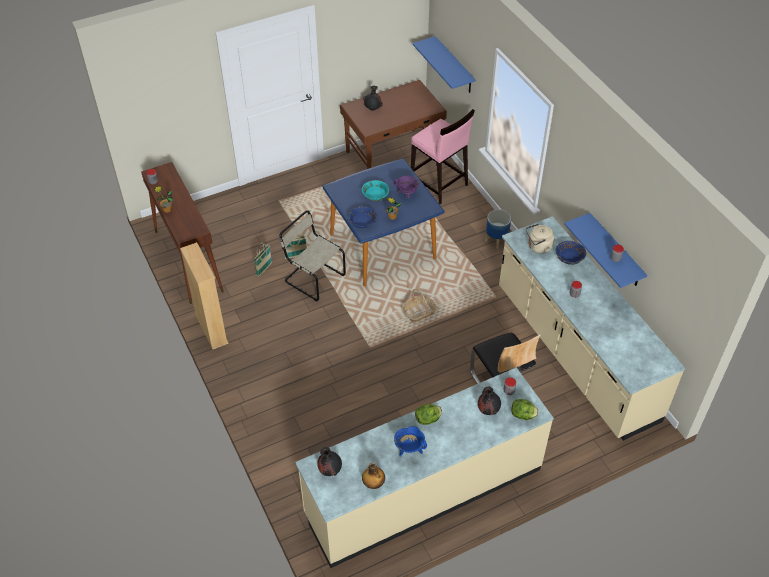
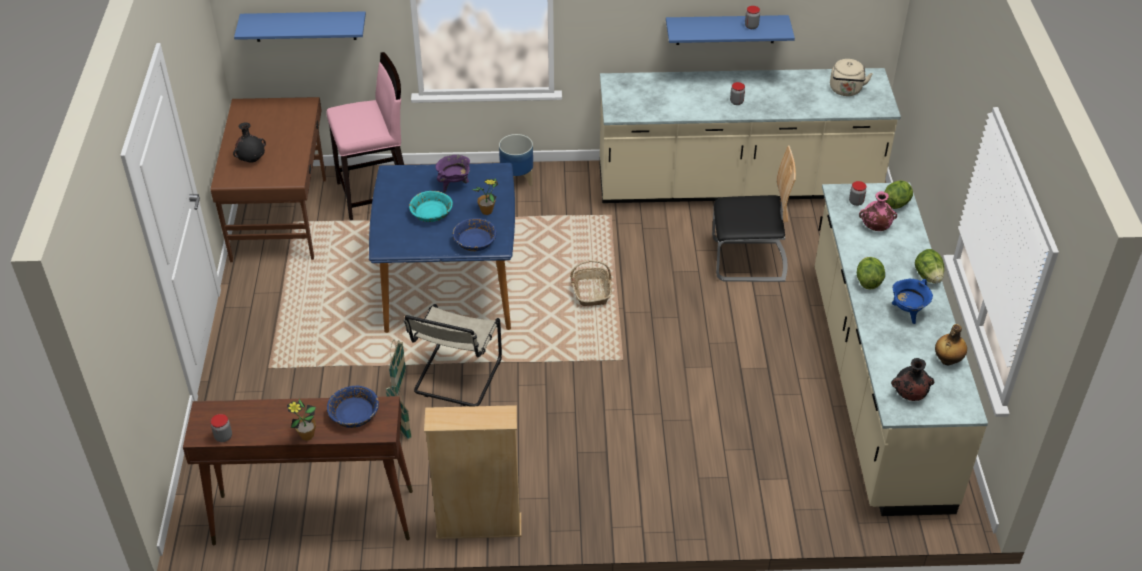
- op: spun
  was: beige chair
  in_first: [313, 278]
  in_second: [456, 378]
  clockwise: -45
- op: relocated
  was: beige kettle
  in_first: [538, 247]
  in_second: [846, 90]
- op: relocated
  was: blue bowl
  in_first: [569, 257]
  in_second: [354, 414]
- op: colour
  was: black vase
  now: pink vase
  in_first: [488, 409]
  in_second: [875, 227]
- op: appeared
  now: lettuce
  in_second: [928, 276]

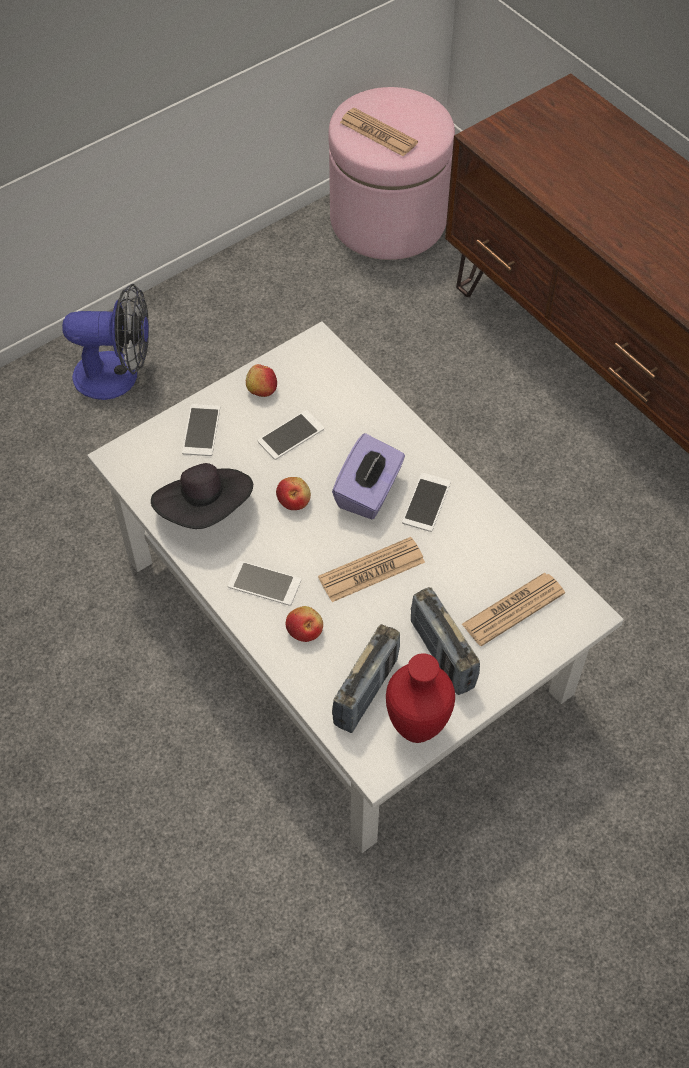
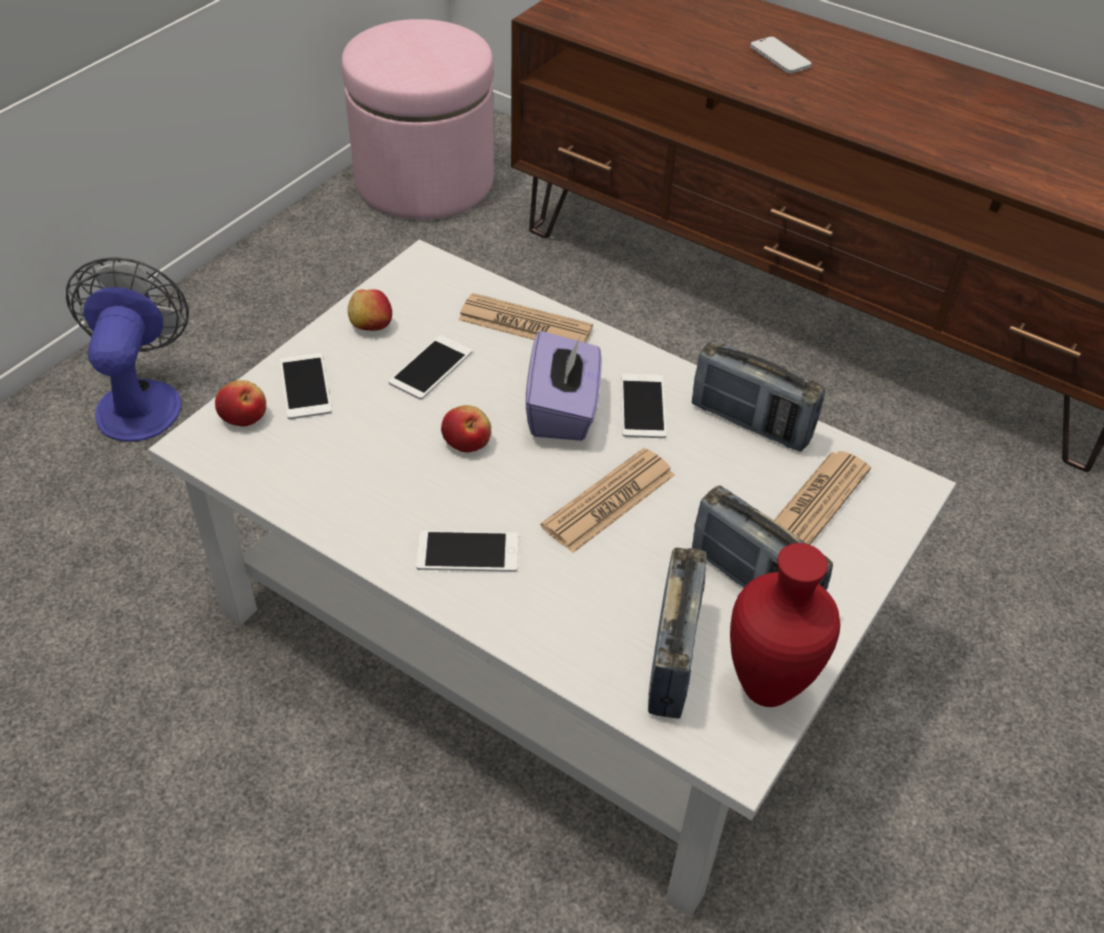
- op: relocated
  was: newspaper
  in_first: [378, 133]
  in_second: [525, 324]
- op: spun
  was: fan
  in_first: [118, 375]
  in_second: [141, 399]
  clockwise: -75
- op: missing
  was: black hat
  in_first: [206, 510]
- op: relocated
  was: apple
  in_first: [305, 630]
  in_second: [244, 416]
- op: appeared
  now: phone
  in_second: [780, 57]
- op: appeared
  now: radio
  in_second: [750, 422]

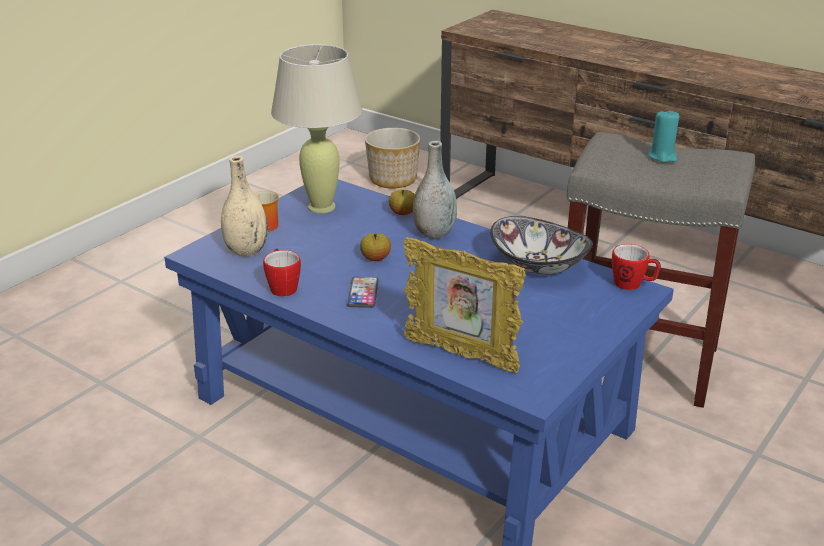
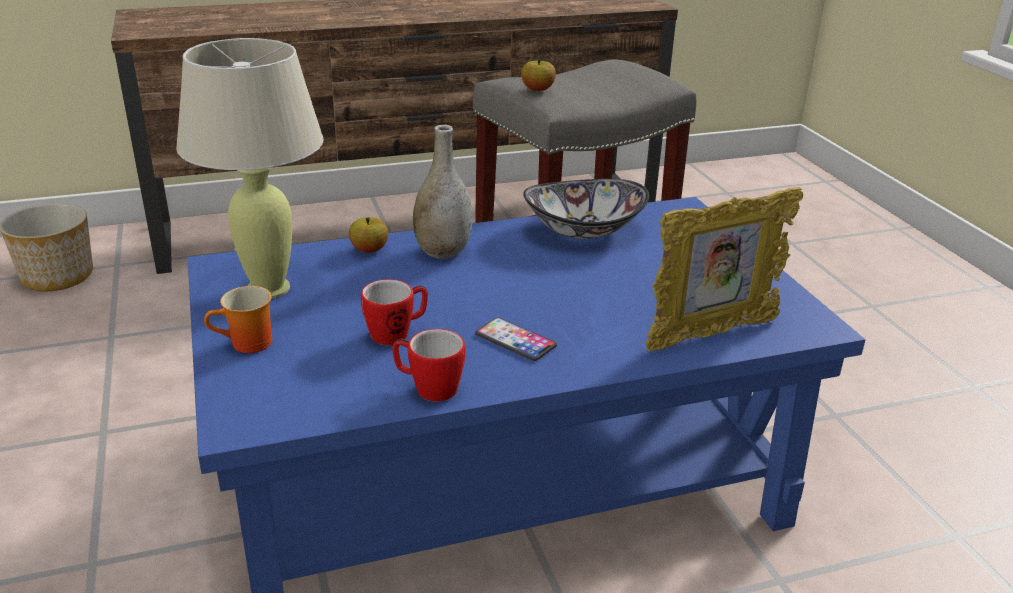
- op: missing
  was: turquoise candle
  in_first: [662, 156]
- op: missing
  was: beige vase
  in_first: [246, 251]
- op: relocated
  was: apple
  in_first: [375, 258]
  in_second: [537, 90]
- op: relocated
  was: mug
  in_first: [633, 285]
  in_second: [397, 333]

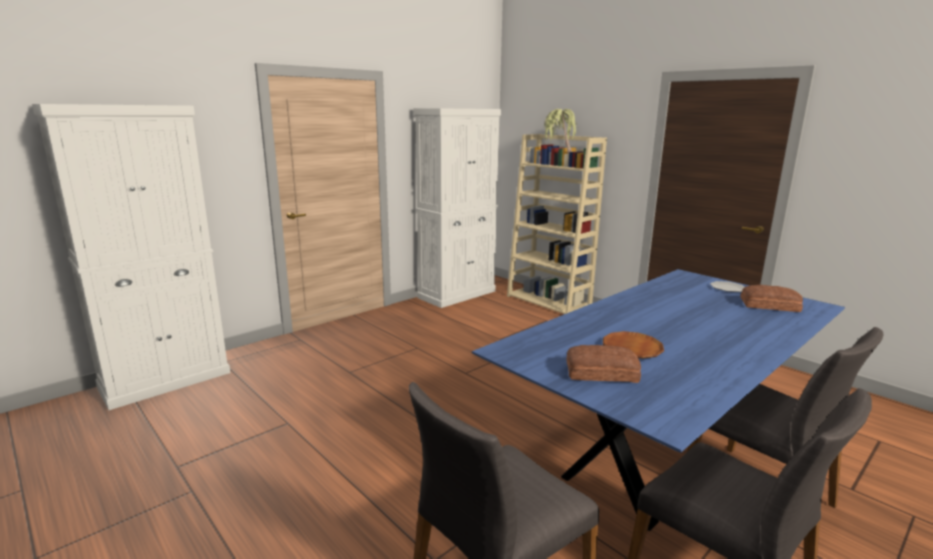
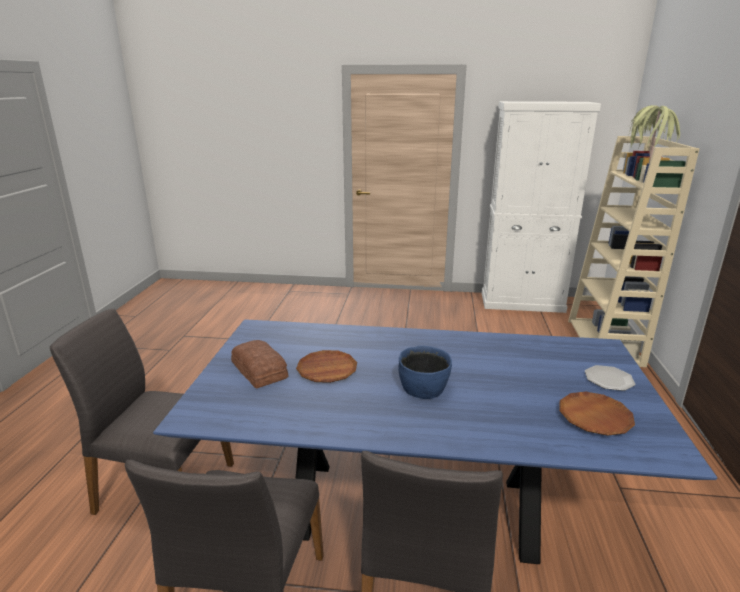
- op: missing
  was: white cabinet
  in_first: [166, 380]
- op: exchanged
  was: bread
  now: brown plate
  in_first: [770, 306]
  in_second: [594, 417]
- op: appeared
  now: blue bowl
  in_second: [424, 388]

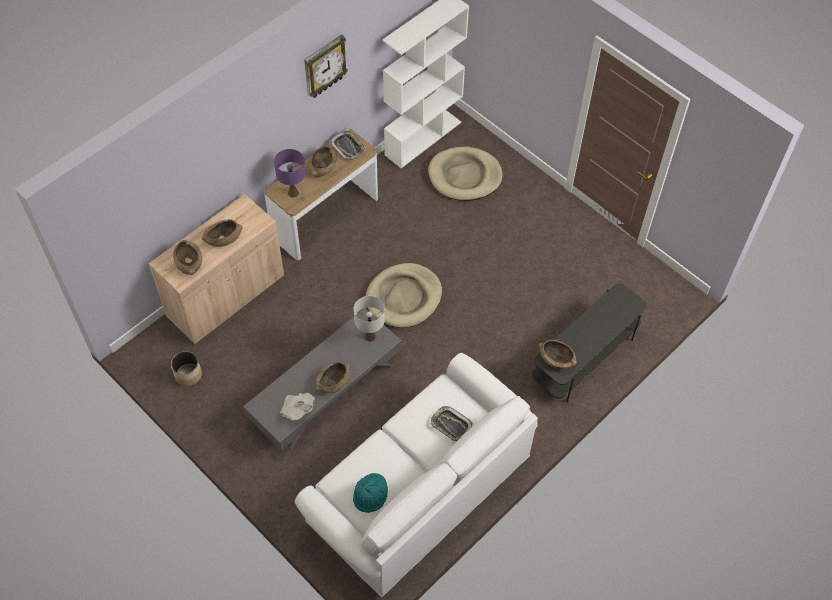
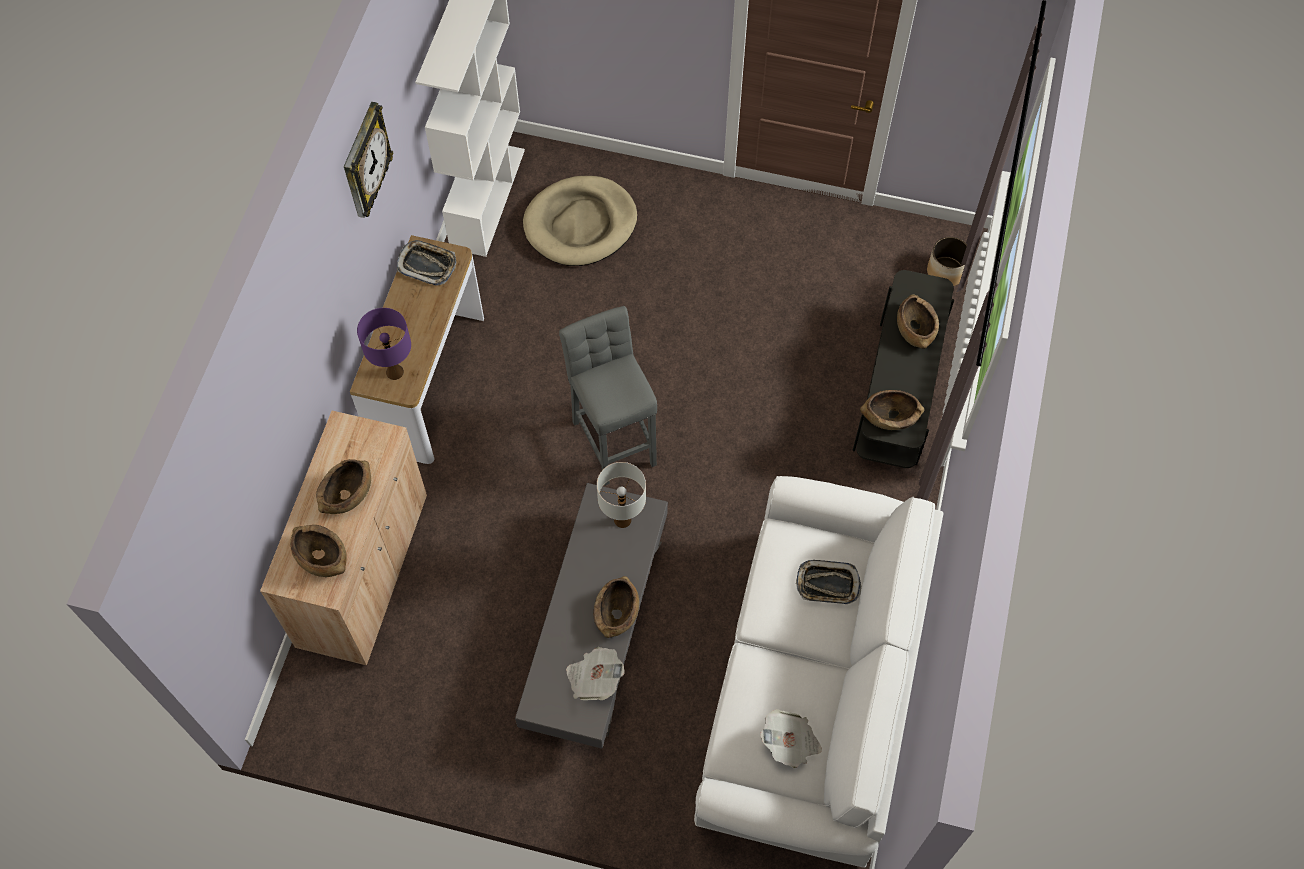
- op: relocated
  was: brown bowl
  in_first: [322, 167]
  in_second: [915, 328]
- op: exchanged
  was: beige dog bed
  now: grey stool
  in_first: [404, 297]
  in_second: [613, 438]
- op: relocated
  was: planter
  in_first: [188, 374]
  in_second: [945, 271]
- op: exchanged
  was: turquoise hat
  now: newspaper
  in_first: [370, 495]
  in_second: [790, 743]

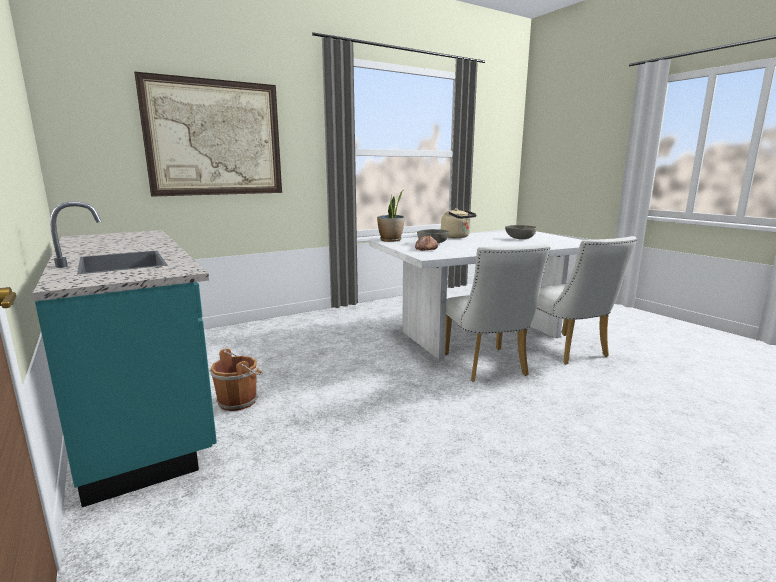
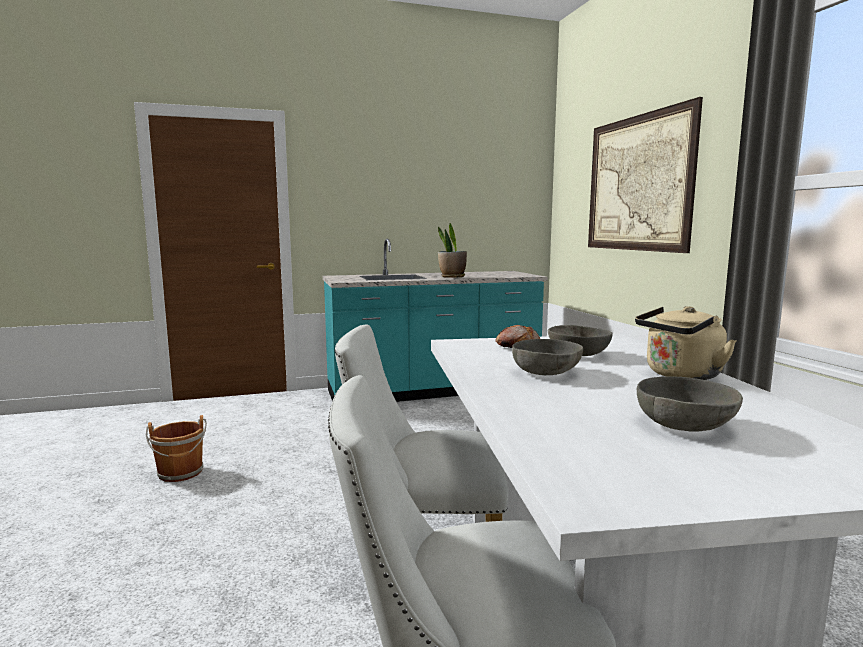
- op: relocated
  was: potted plant
  in_first: [391, 240]
  in_second: [452, 277]
- op: relocated
  was: brown bucket
  in_first: [239, 401]
  in_second: [181, 473]
- op: appeared
  now: grey bowl
  in_second: [547, 372]

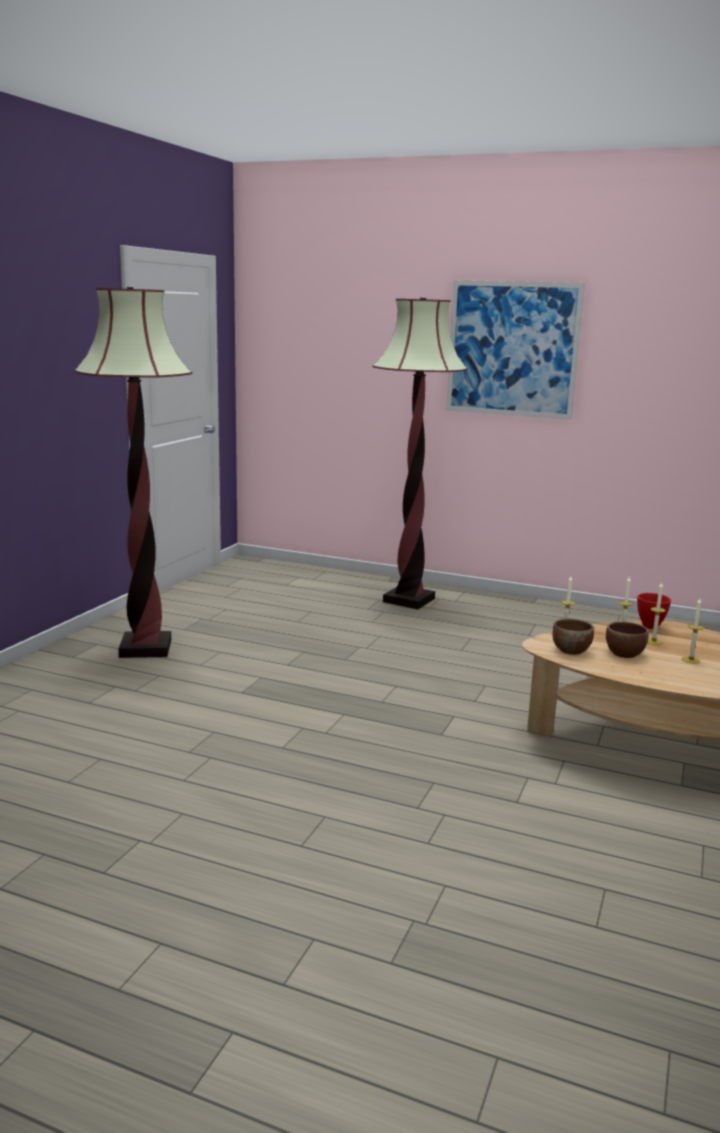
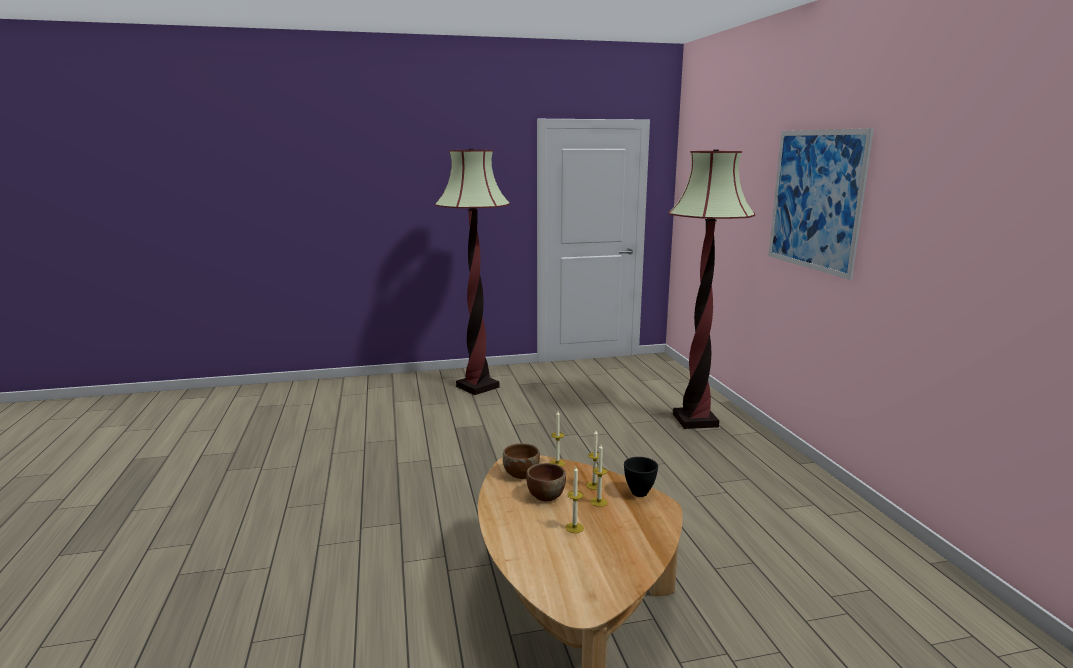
- op: colour
  was: red bowl
  now: black bowl
  in_first: [651, 626]
  in_second: [639, 493]

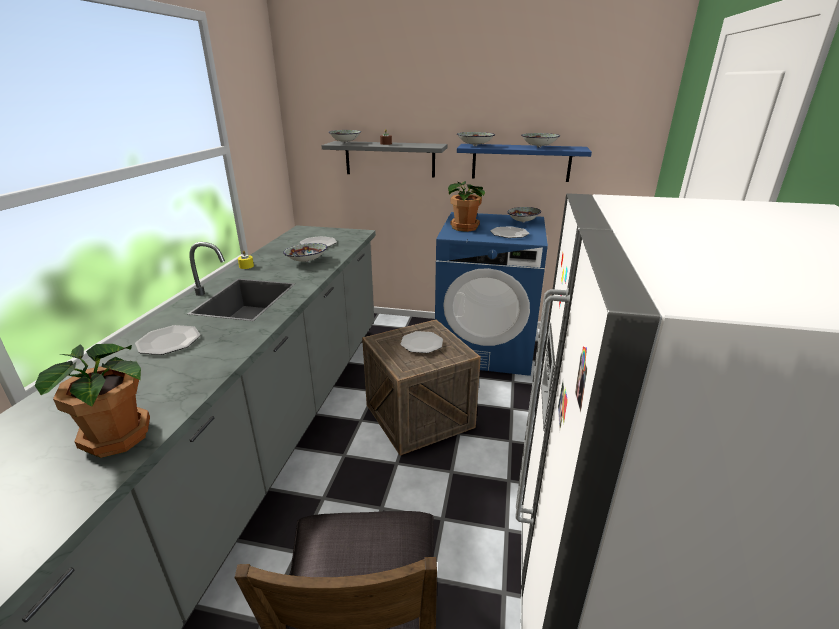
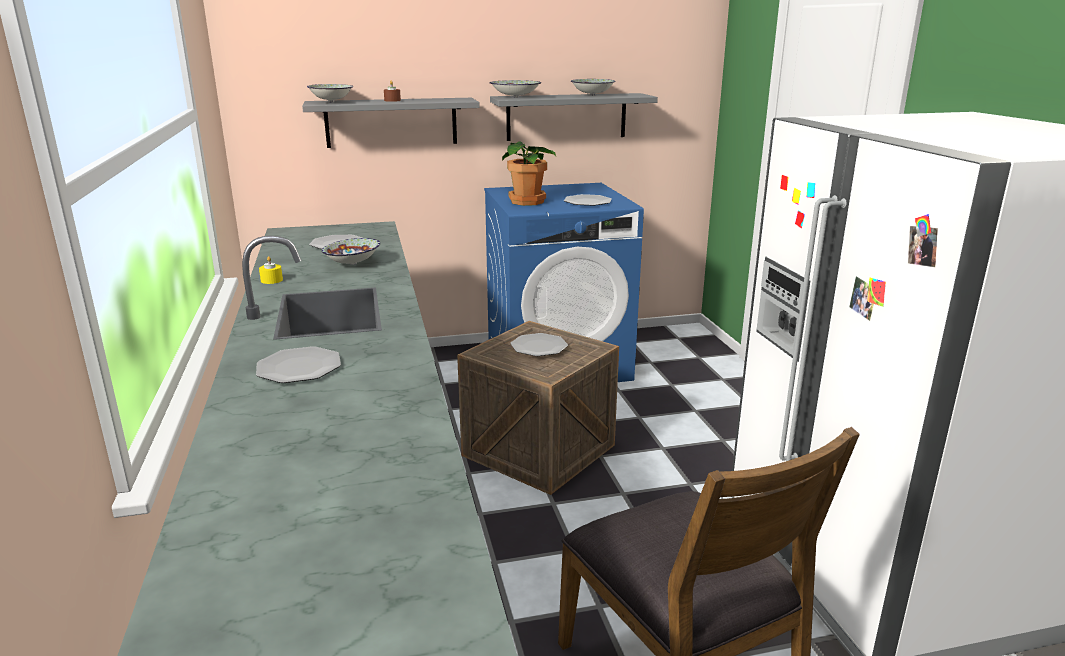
- op: colour
  was: blue shelf
  now: grey shelf
  in_first: [521, 162]
  in_second: [566, 116]
- op: missing
  was: bowl
  in_first: [523, 222]
- op: missing
  was: potted plant
  in_first: [120, 436]

